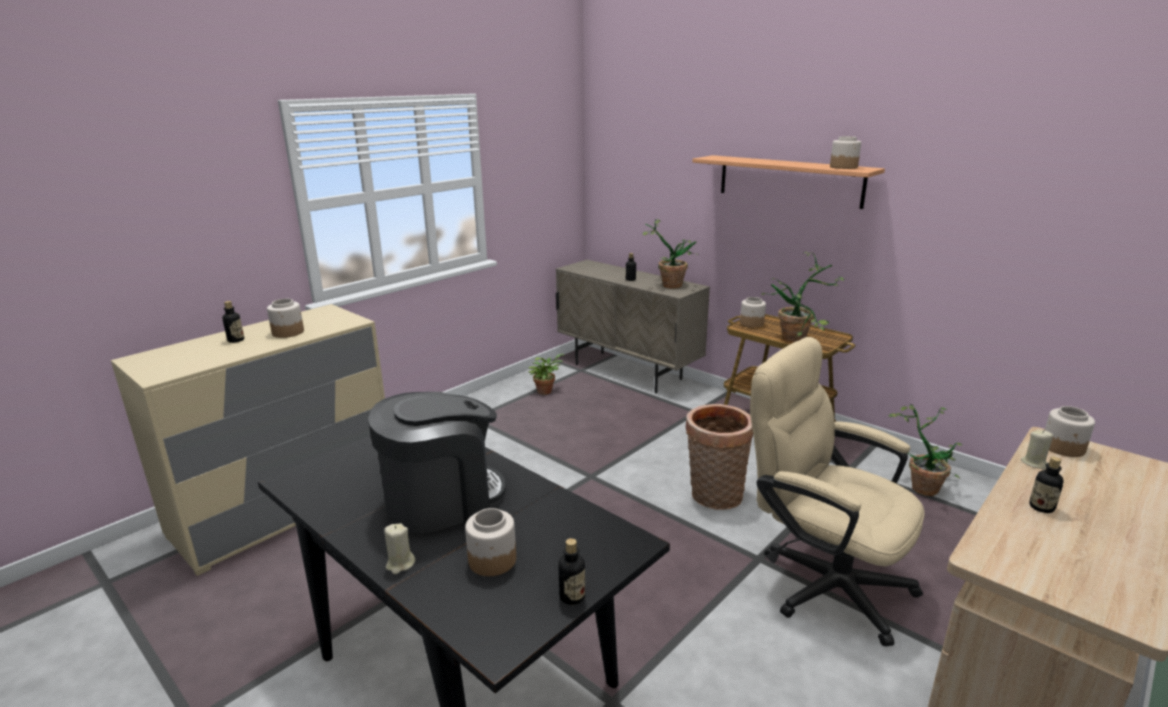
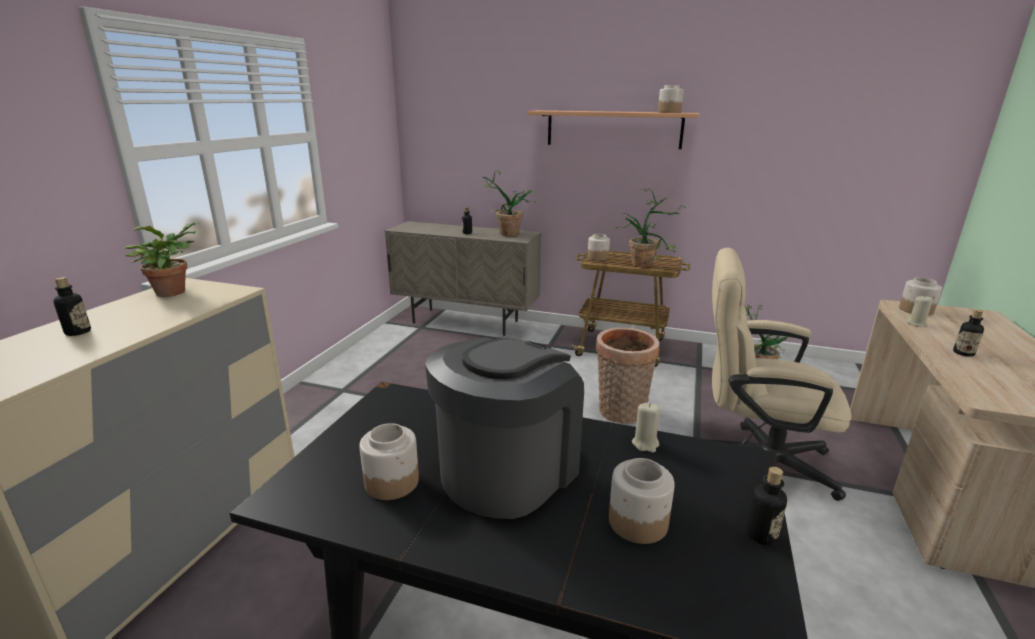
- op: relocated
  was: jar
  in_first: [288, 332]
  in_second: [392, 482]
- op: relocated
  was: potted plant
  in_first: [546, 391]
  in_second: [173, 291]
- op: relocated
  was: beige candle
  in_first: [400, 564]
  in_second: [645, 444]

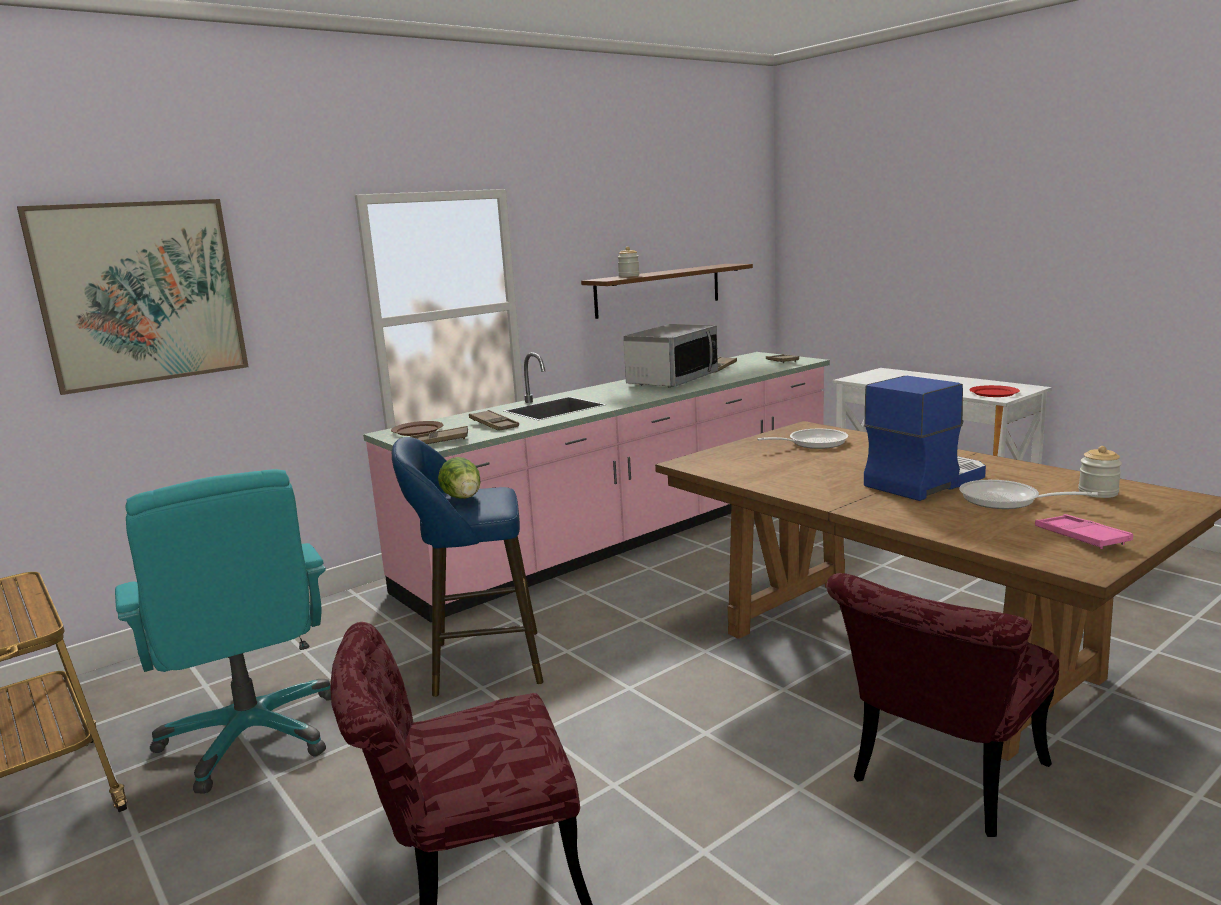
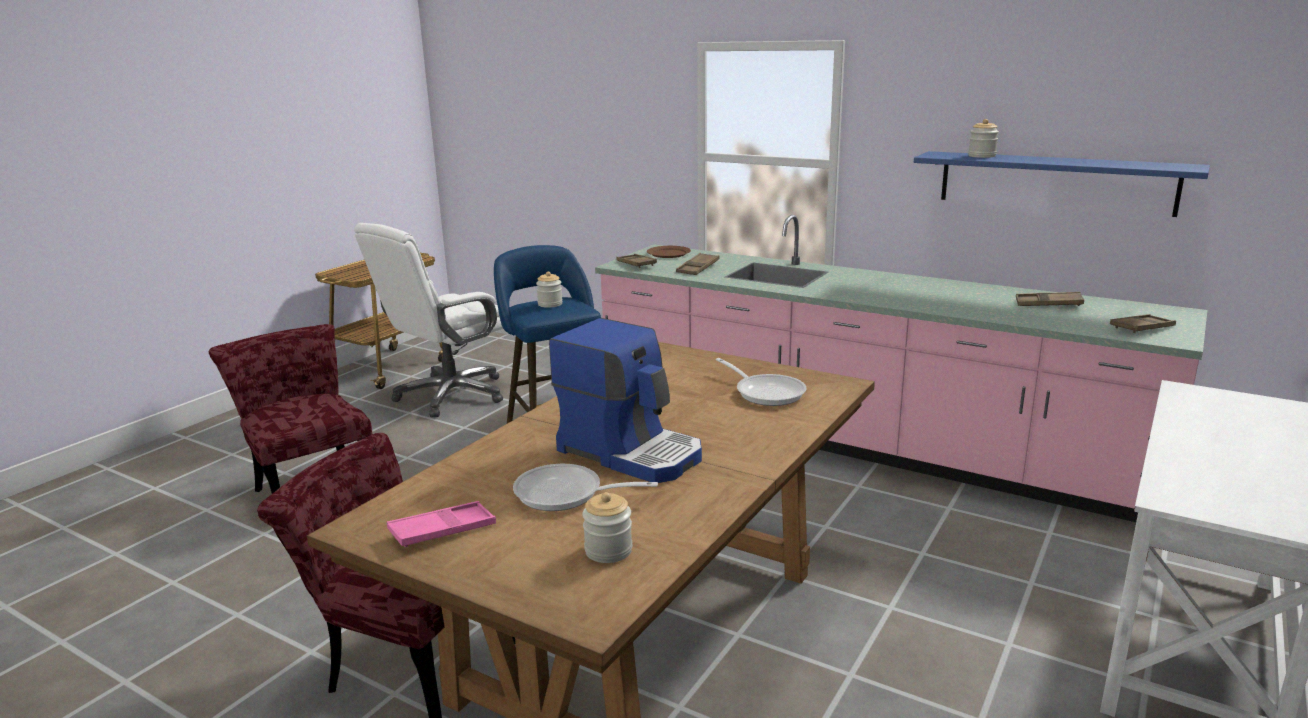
- op: missing
  was: picture
  in_first: [141, 293]
- op: colour
  was: brown shelf
  now: blue shelf
  in_first: [658, 290]
  in_second: [1055, 182]
- op: missing
  was: microwave
  in_first: [672, 380]
- op: missing
  was: red plate
  in_first: [994, 393]
- op: exchanged
  was: lettuce
  now: jar
  in_first: [464, 498]
  in_second: [550, 304]
- op: colour
  was: turquoise office chair
  now: white office chair
  in_first: [252, 736]
  in_second: [451, 395]
- op: spun
  was: frying pan
  in_first: [1006, 500]
  in_second: [566, 494]
  clockwise: -90

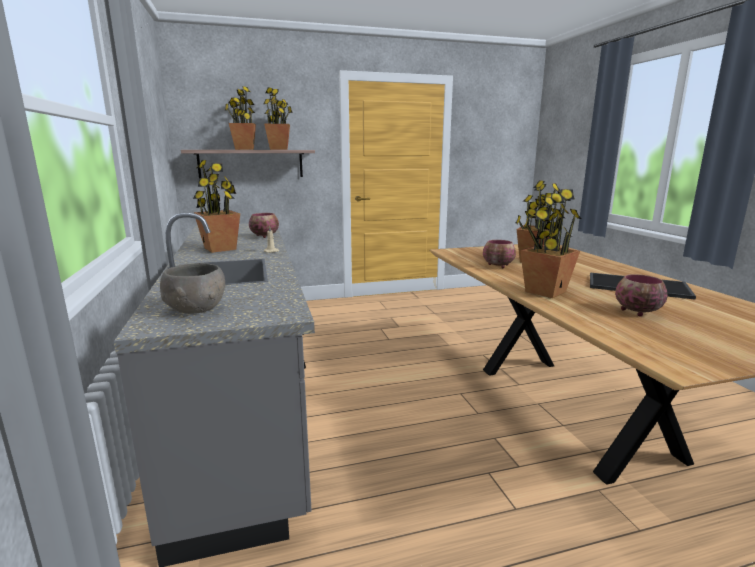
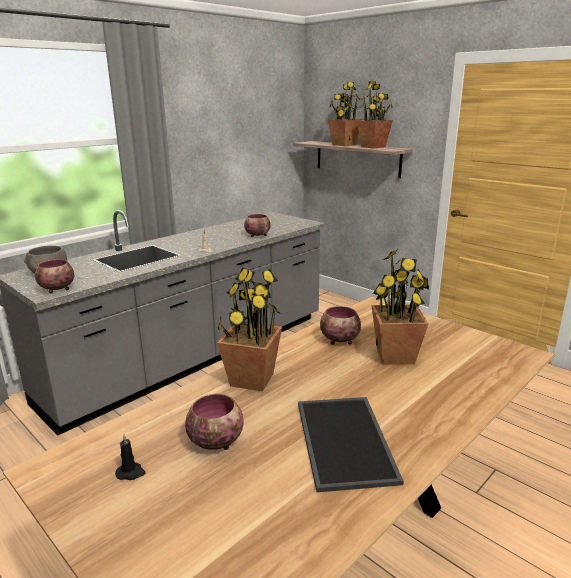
- op: missing
  was: potted plant
  in_first: [220, 248]
- op: appeared
  now: bowl
  in_second: [57, 289]
- op: appeared
  now: black candle
  in_second: [131, 473]

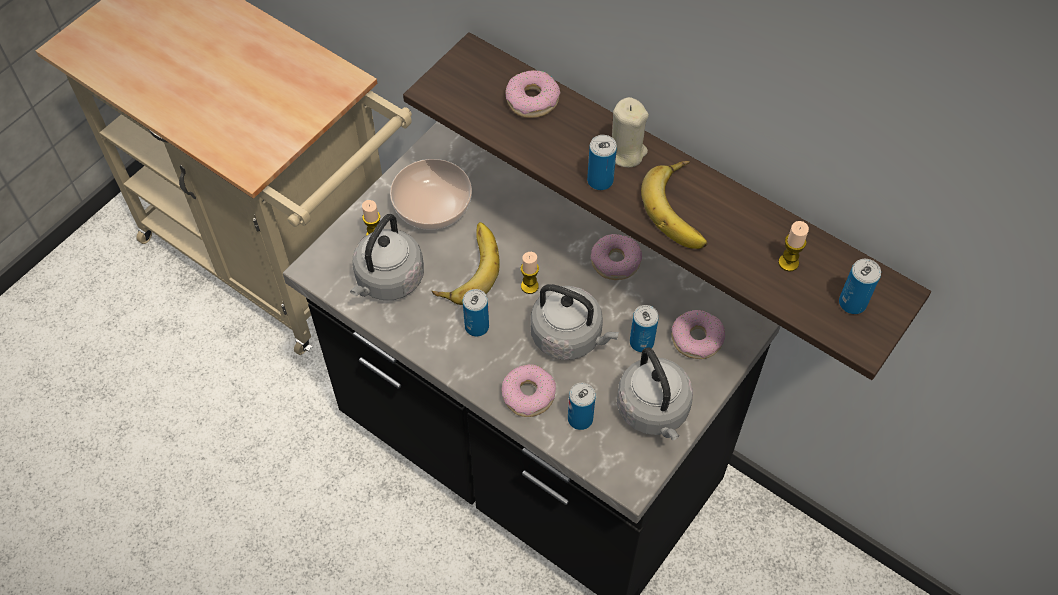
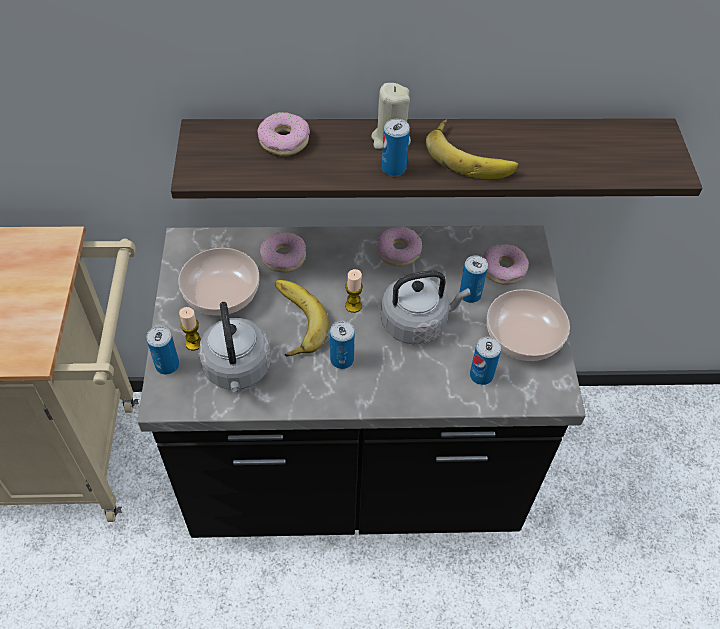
- op: missing
  was: candle
  in_first: [788, 263]
- op: relocated
  was: can
  in_first: [852, 303]
  in_second: [167, 365]
- op: exchanged
  was: grey kettle
  now: bowl
  in_first: [654, 411]
  in_second: [525, 336]
- op: relocated
  was: donut
  in_first: [528, 395]
  in_second: [284, 257]

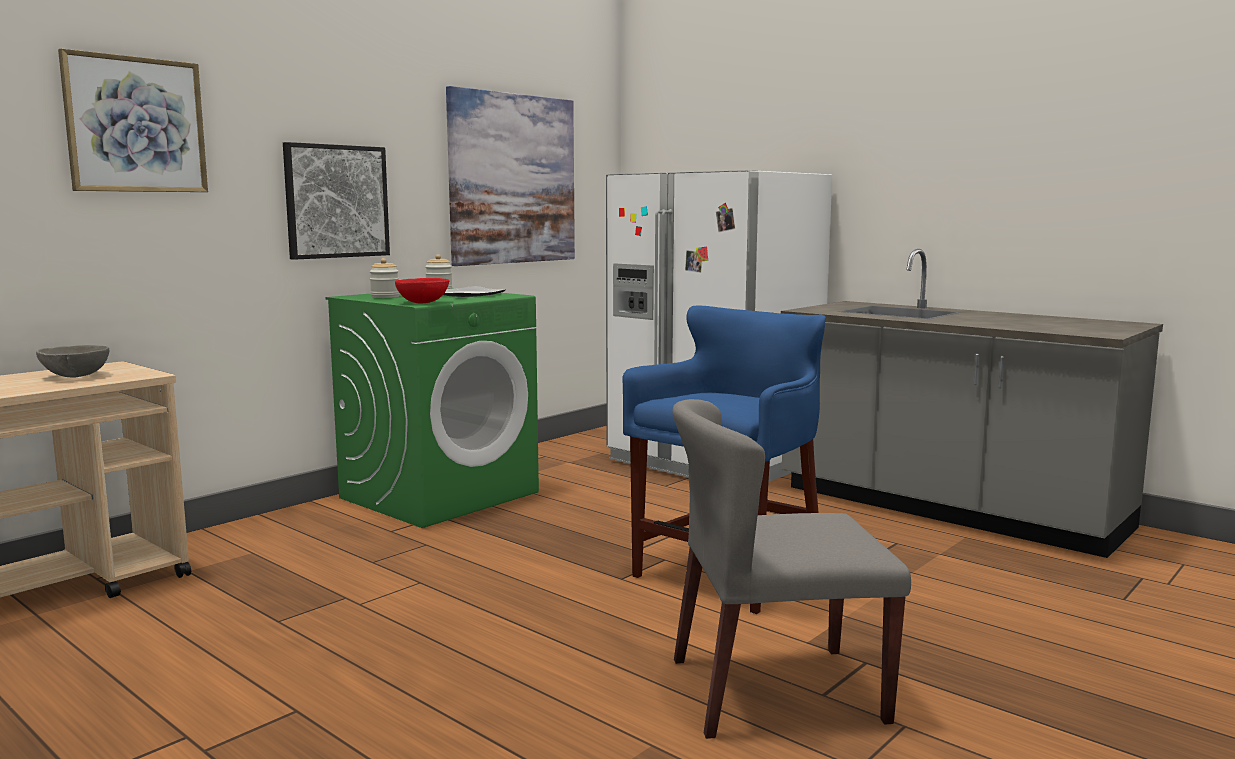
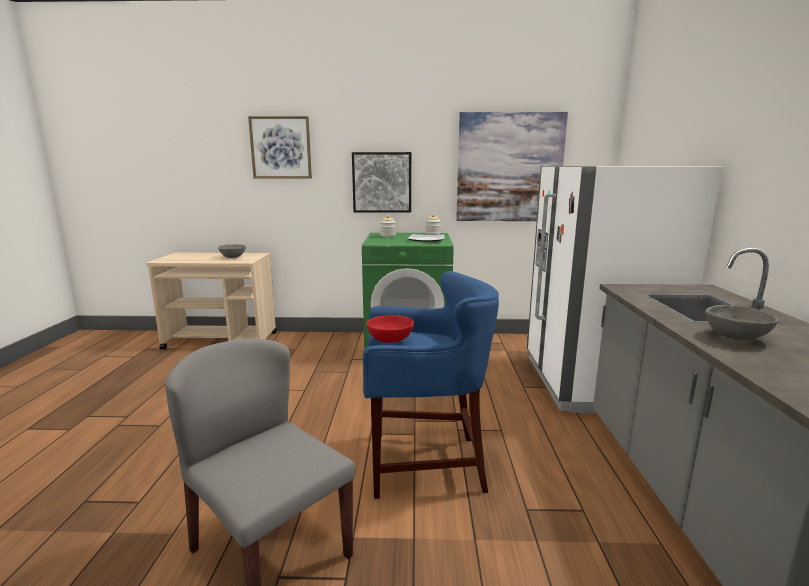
- op: relocated
  was: red bowl
  in_first: [423, 302]
  in_second: [390, 340]
- op: appeared
  now: grey bowl
  in_second: [735, 337]

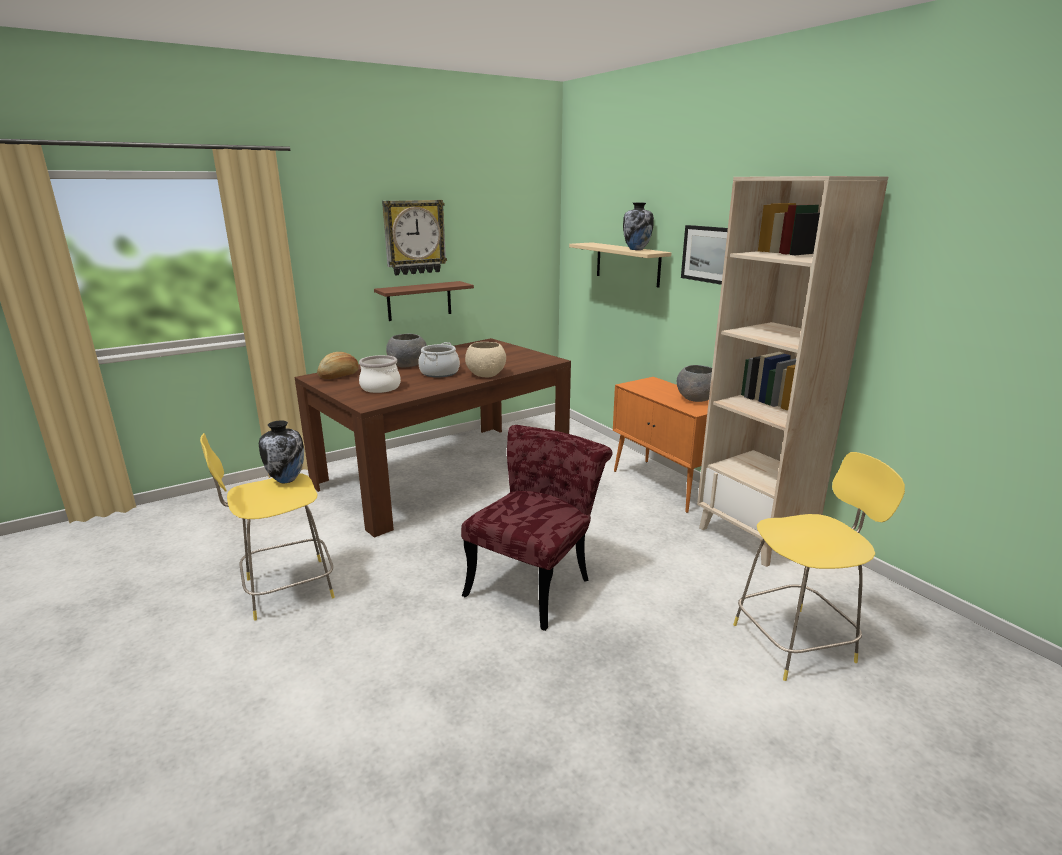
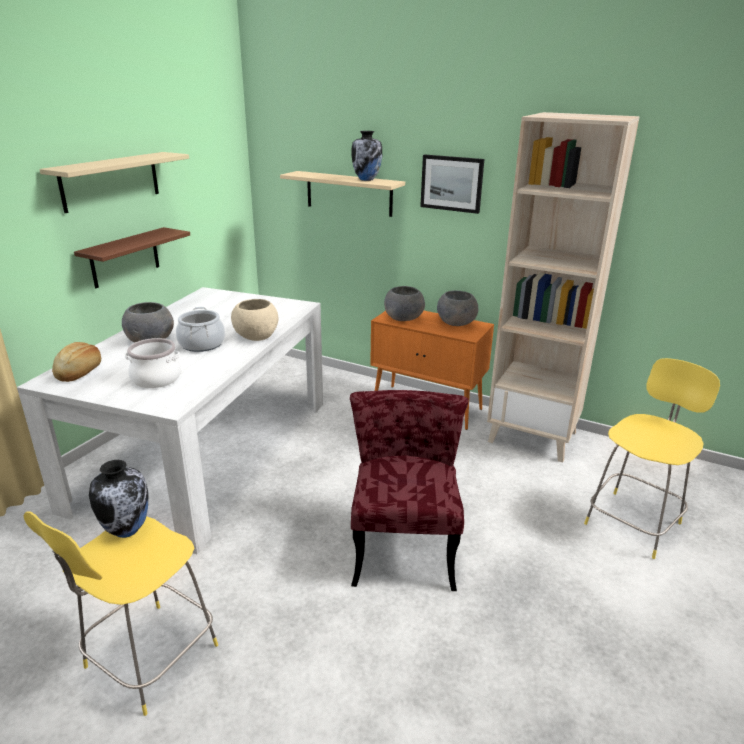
- op: exchanged
  was: wall clock
  now: beige shelf
  in_first: [414, 237]
  in_second: [110, 181]
- op: colour
  was: brown dining table
  now: white dining table
  in_first: [444, 473]
  in_second: [207, 451]
- op: appeared
  now: grey bowl
  in_second: [404, 318]

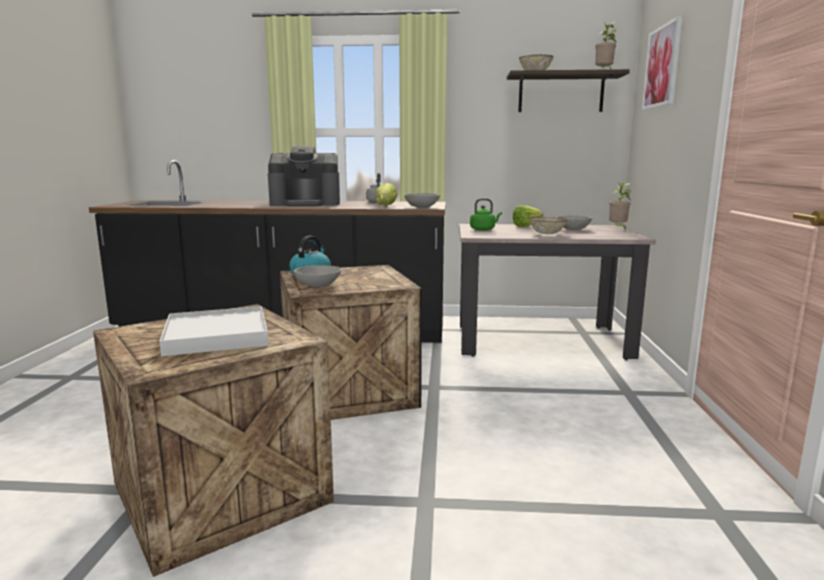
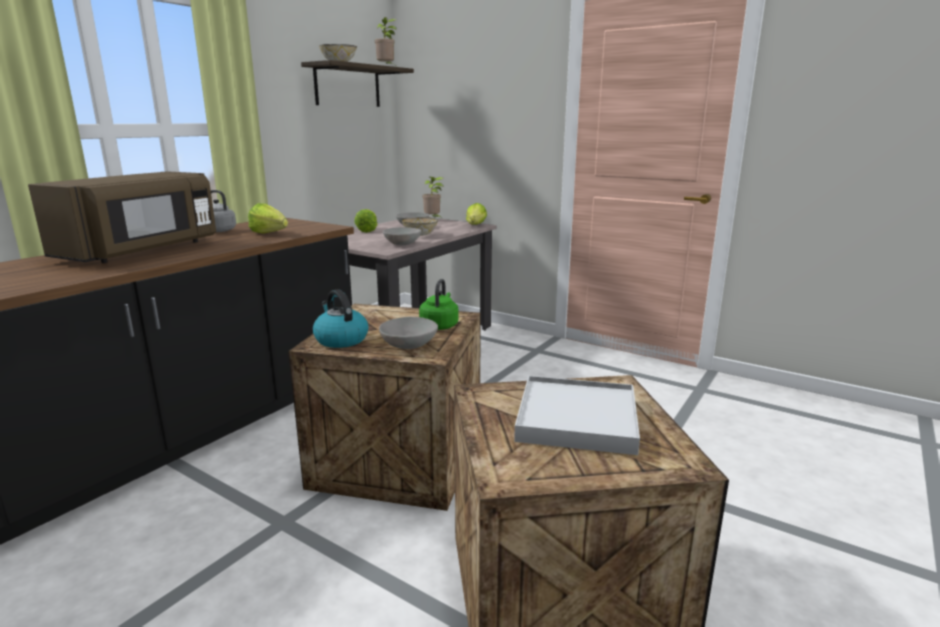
- op: missing
  was: picture
  in_first: [662, 66]
- op: exchanged
  was: coffee machine
  now: brown microwave
  in_first: [306, 203]
  in_second: [142, 251]
- op: relocated
  was: grey bowl
  in_first: [422, 207]
  in_second: [402, 244]
- op: relocated
  was: green kettle
  in_first: [483, 229]
  in_second: [439, 325]
- op: appeared
  now: lettuce
  in_second: [474, 226]

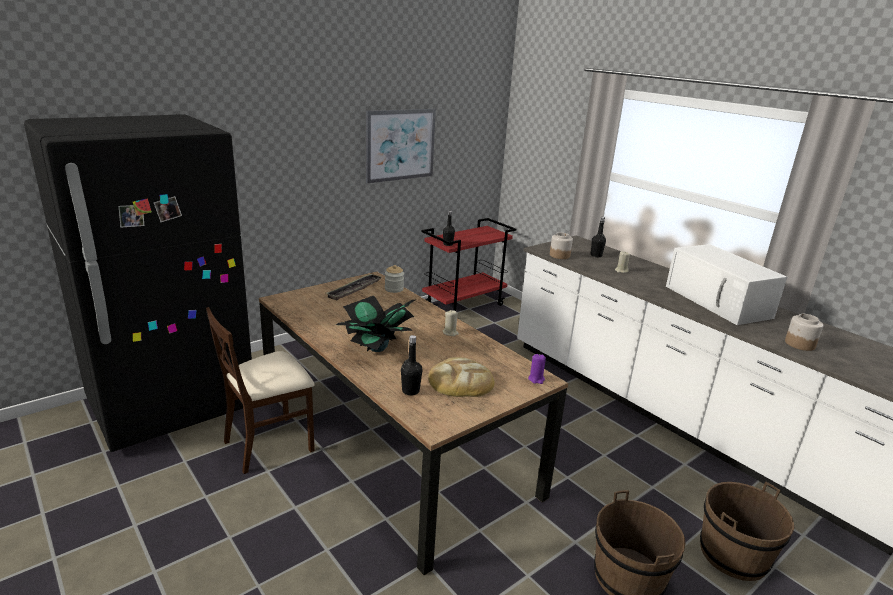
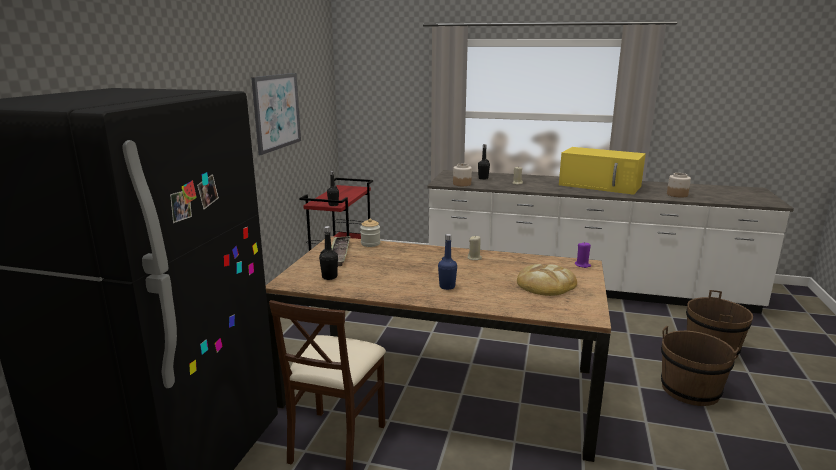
- op: colour
  was: white microwave
  now: yellow microwave
  in_first: [718, 302]
  in_second: [601, 185]
- op: exchanged
  was: potted plant
  now: blue bottle
  in_first: [376, 348]
  in_second: [447, 286]
- op: relocated
  was: black bottle
  in_first: [410, 391]
  in_second: [329, 277]

